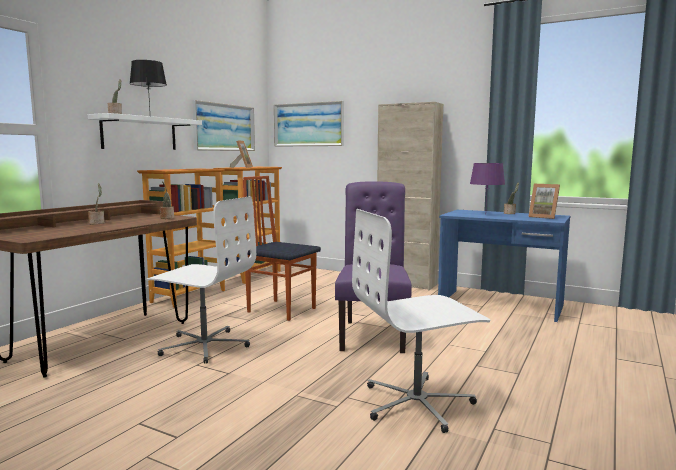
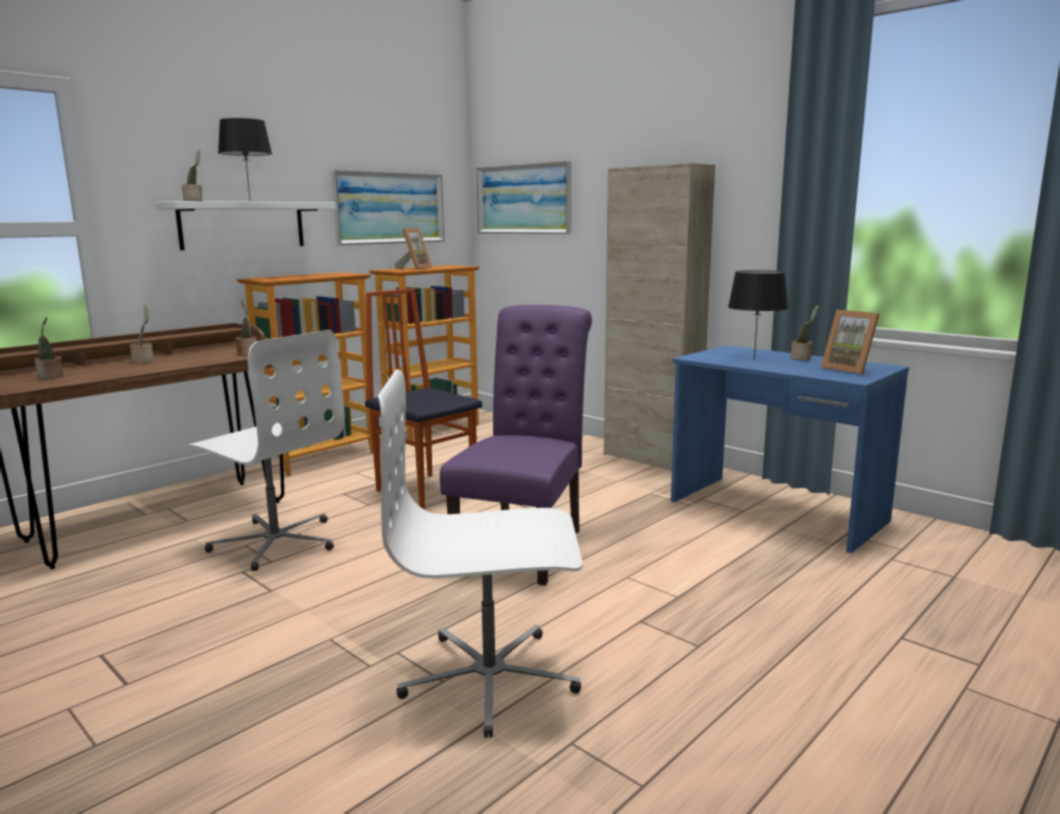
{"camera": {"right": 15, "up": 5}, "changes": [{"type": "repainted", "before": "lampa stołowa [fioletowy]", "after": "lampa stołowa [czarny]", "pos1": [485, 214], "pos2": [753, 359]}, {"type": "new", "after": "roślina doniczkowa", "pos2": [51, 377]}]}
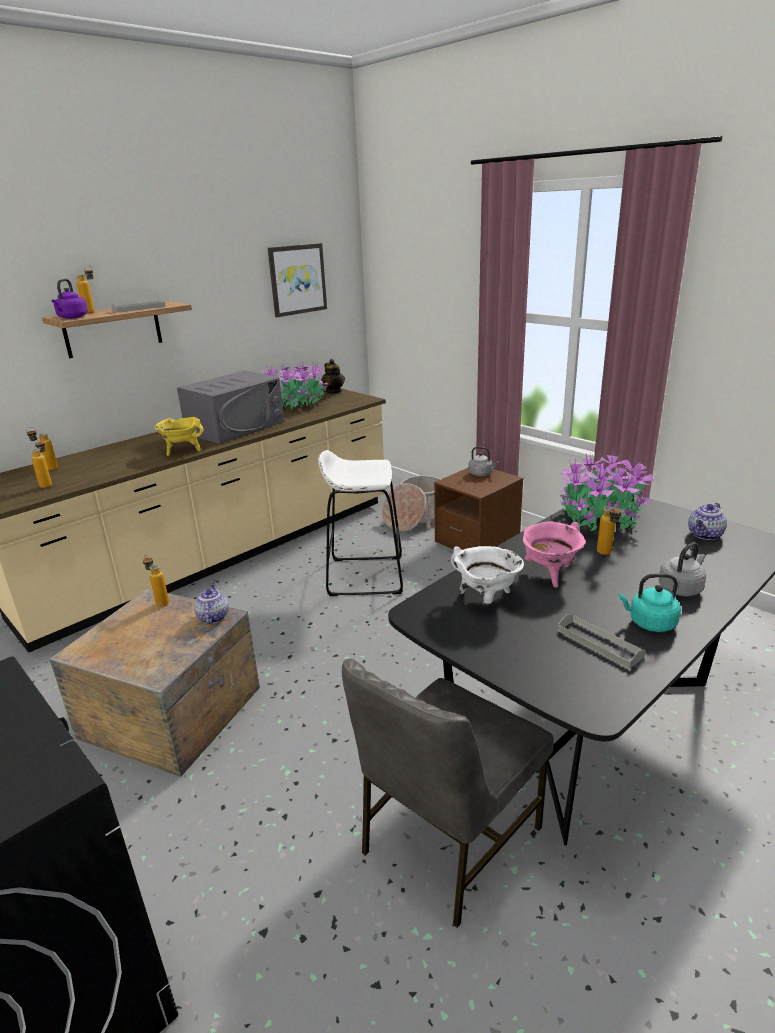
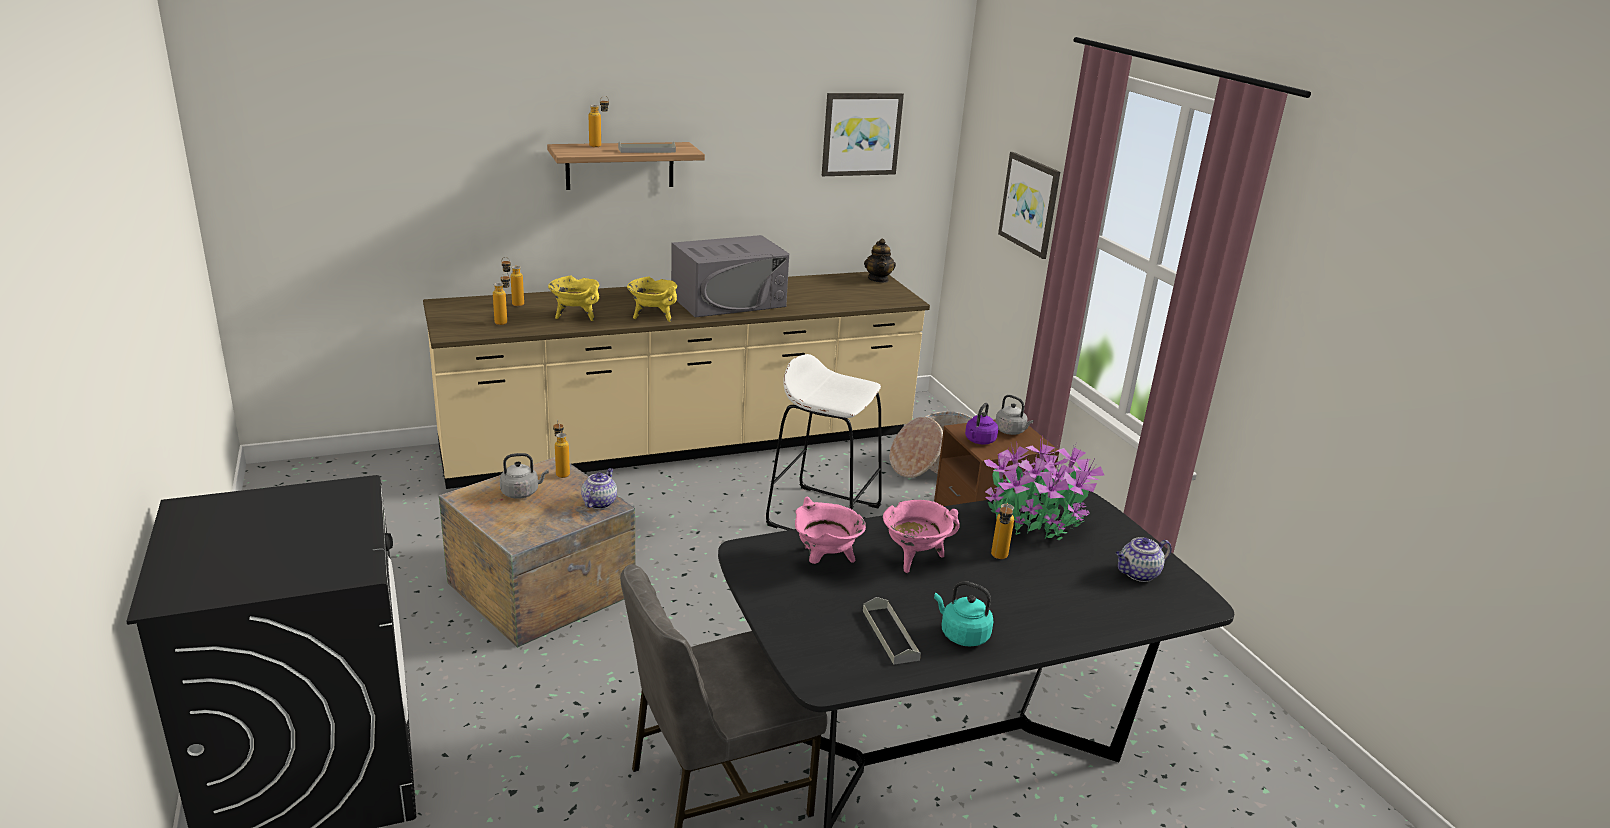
{"camera": {"right": 20, "up": 0}, "changes": [{"type": "shifted", "before": "czajnik [fioletowy]", "pos1": [72, 317], "pos2": [979, 441]}, {"type": "gone", "before": "roślina doniczkowa", "pos1": [297, 405]}, {"type": "repainted", "before": "garnek [biały]", "after": "garnek [różowy]", "pos1": [486, 599], "pos2": [825, 561]}, {"type": "shifted", "before": "czajnik [szary]", "pos1": [681, 588], "pos2": [522, 493]}, {"type": "new", "after": "garnek [żółty]", "pos2": [575, 316]}, {"type": "new", "after": "obraz", "pos2": [1030, 204]}]}
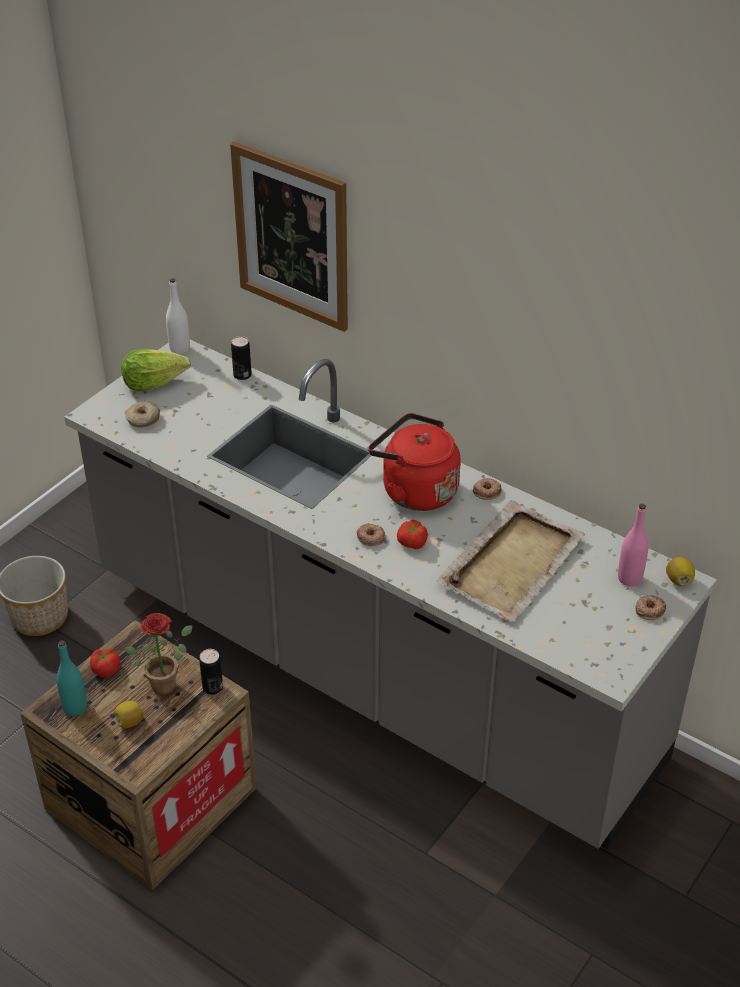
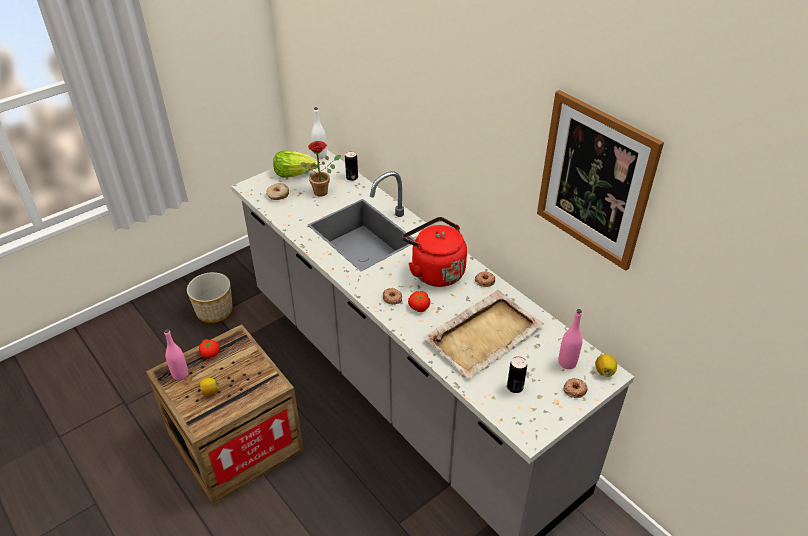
{"camera": {"right": 15, "up": 0}, "changes": [{"type": "repainted", "before": "butelka [turkusowy]", "after": "butelka [różowy]", "pos1": [75, 707], "pos2": [180, 375]}, {"type": "shifted", "before": "roślina doniczkowa", "pos1": [167, 682], "pos2": [323, 191]}, {"type": "shifted", "before": "puszka", "pos1": [212, 687], "pos2": [515, 387]}, {"type": "shifted", "before": "obraz", "pos1": [292, 236], "pos2": [595, 181]}]}
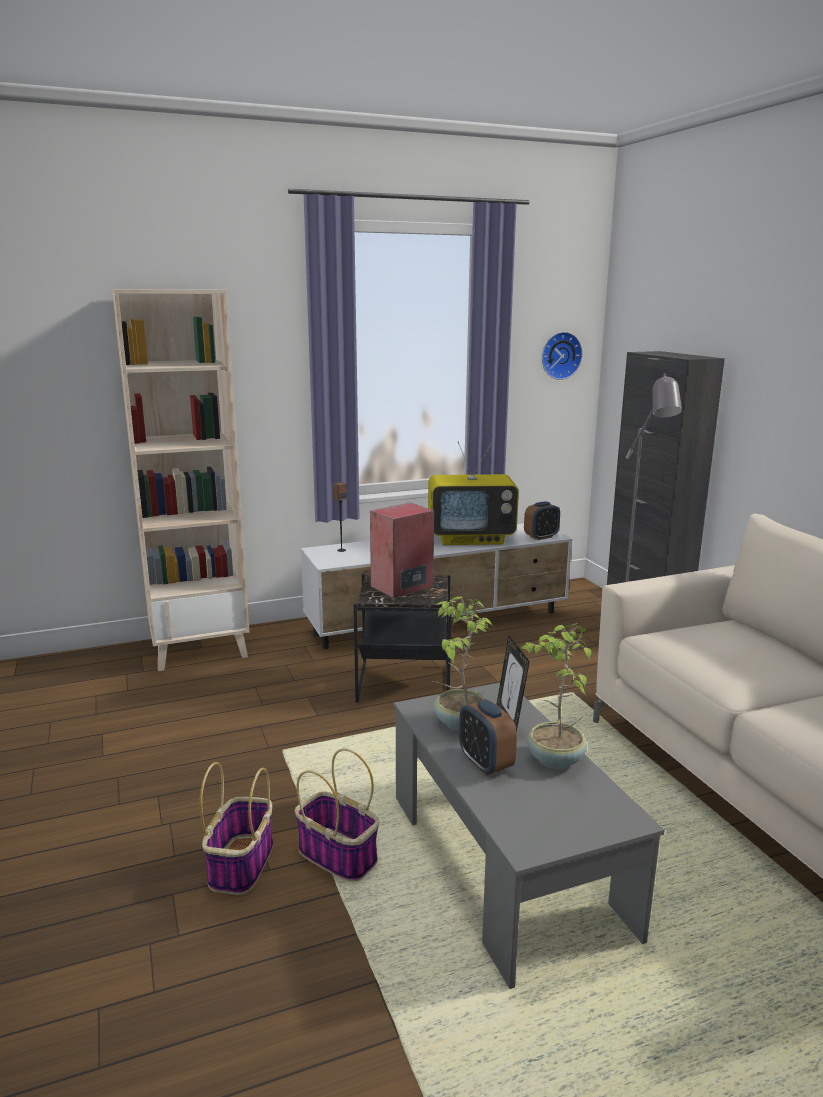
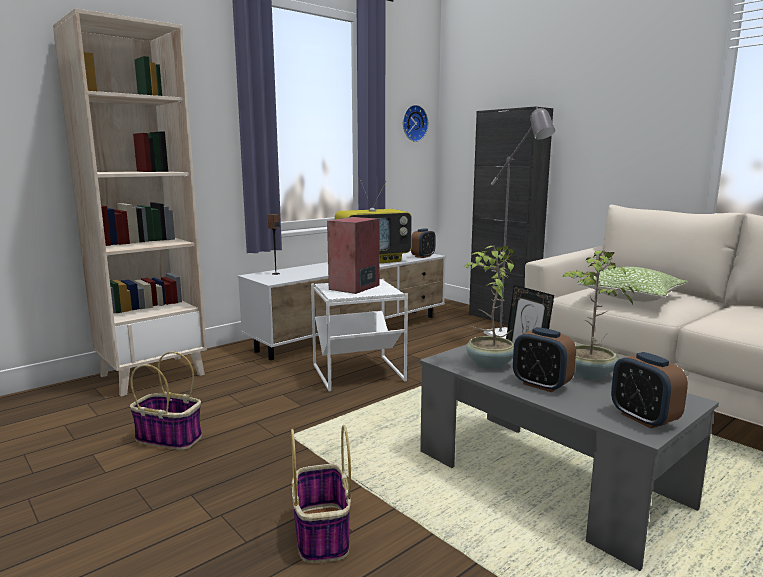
{"camera": {"right": -20, "up": -5}, "changes": [{"type": "shifted", "before": "koszyk", "pos1": [339, 856], "pos2": [170, 438]}, {"type": "repainted", "before": "stolik [czarny]", "after": "stolik [biały]", "pos1": [403, 683], "pos2": [357, 373]}, {"type": "new", "after": "poduszka", "pos2": [631, 297]}, {"type": "new", "after": "budzik", "pos2": [643, 418]}]}
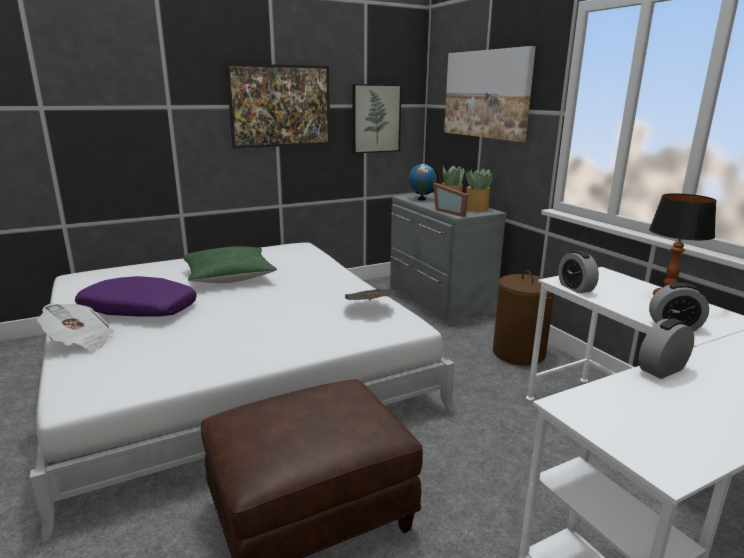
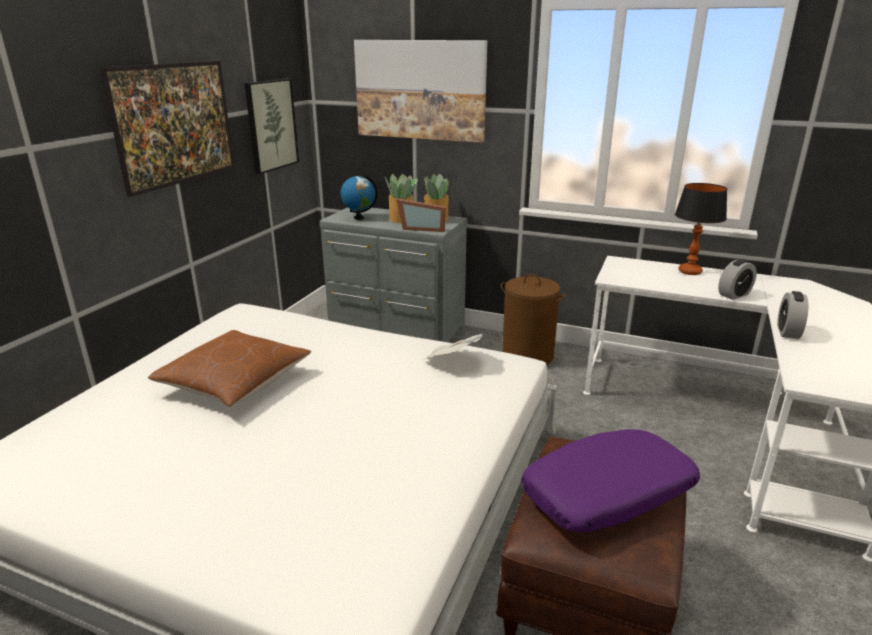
{"camera": {"right": -40, "up": 5}, "changes": [{"type": "gone", "before": "gazeta", "pos1": [80, 342]}, {"type": "shifted", "before": "poduszka [fioletowy]", "pos1": [138, 310], "pos2": [608, 494]}, {"type": "repainted", "before": "poduszka [zielony]", "after": "poduszka [brązowy]", "pos1": [229, 277], "pos2": [235, 382]}, {"type": "gone", "before": "budzik", "pos1": [575, 288]}]}
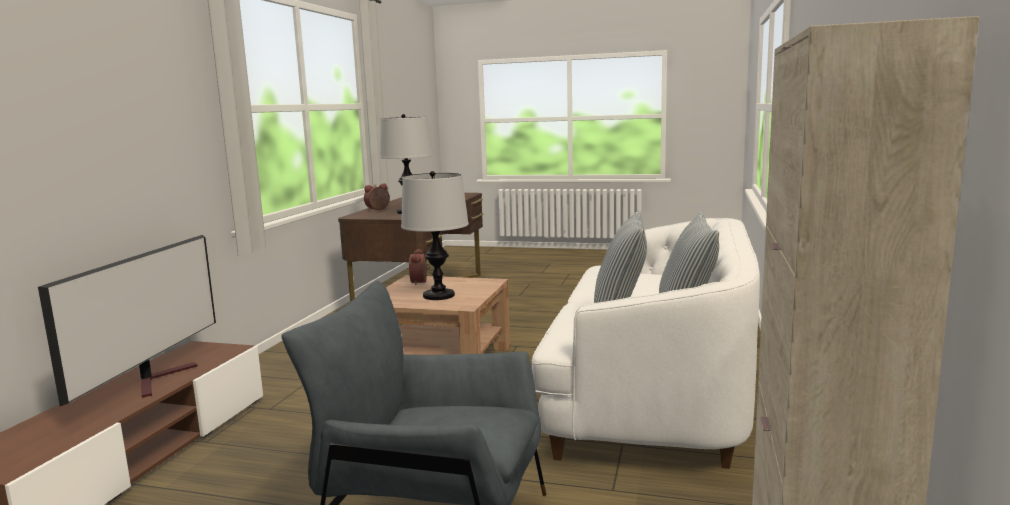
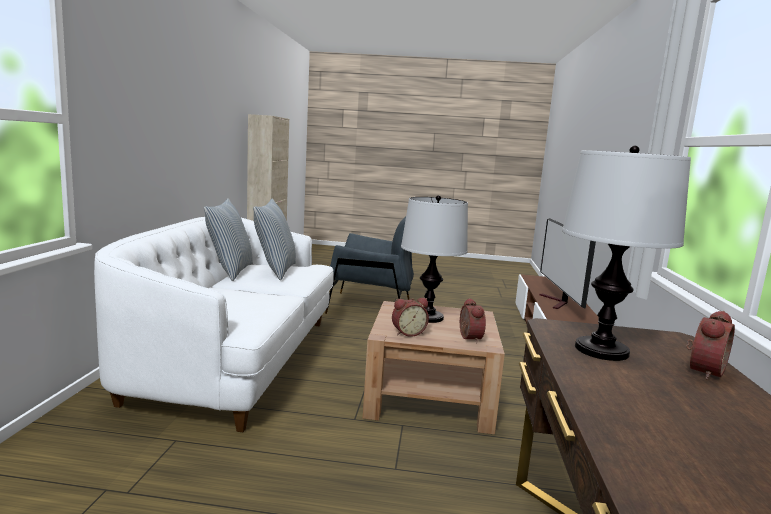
{"camera": {"right": 170, "up": 0}, "changes": [{"type": "new", "after": "budzik", "pos2": [408, 333]}]}
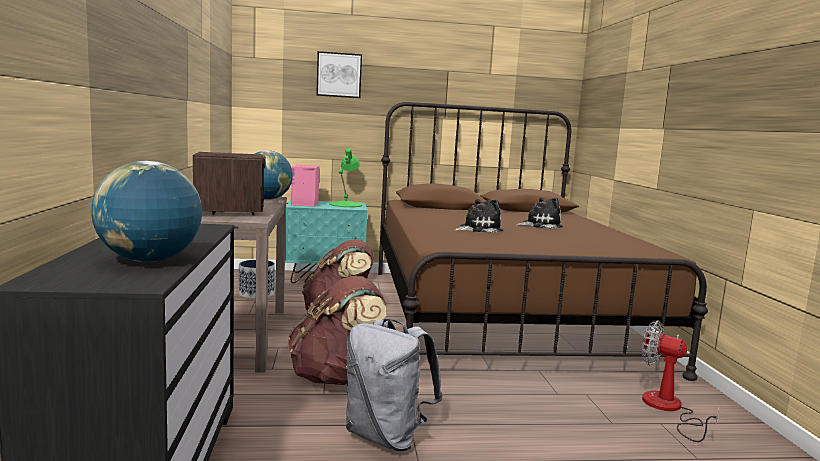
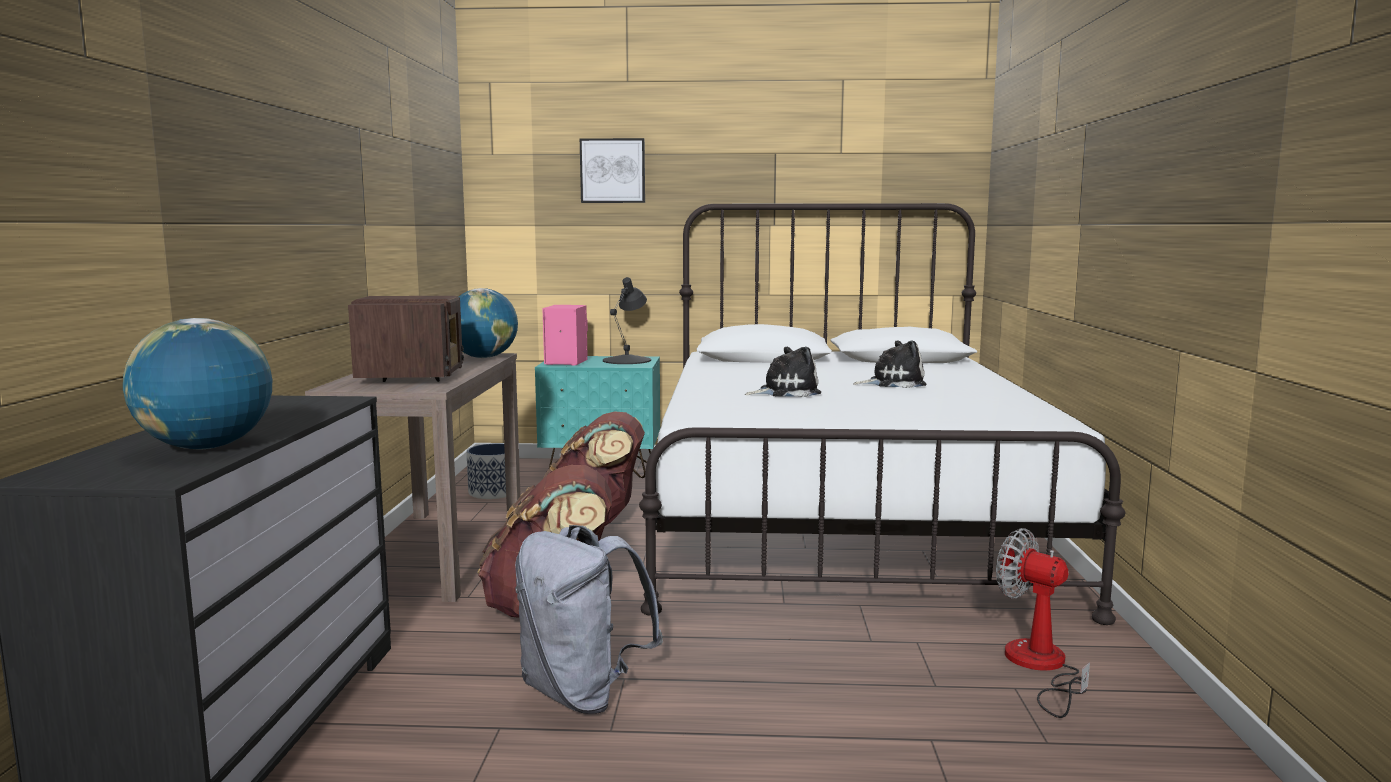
{"camera": {"right": 10, "up": 0}, "changes": [{"type": "repainted", "before": "lampa stołowa [zielony]", "after": "lampa stołowa [czarny]", "pos1": [346, 204], "pos2": [627, 360]}, {"type": "repainted", "before": "łóżko [brązowy]", "after": "łóżko [biały]", "pos1": [500, 314], "pos2": [842, 521]}]}
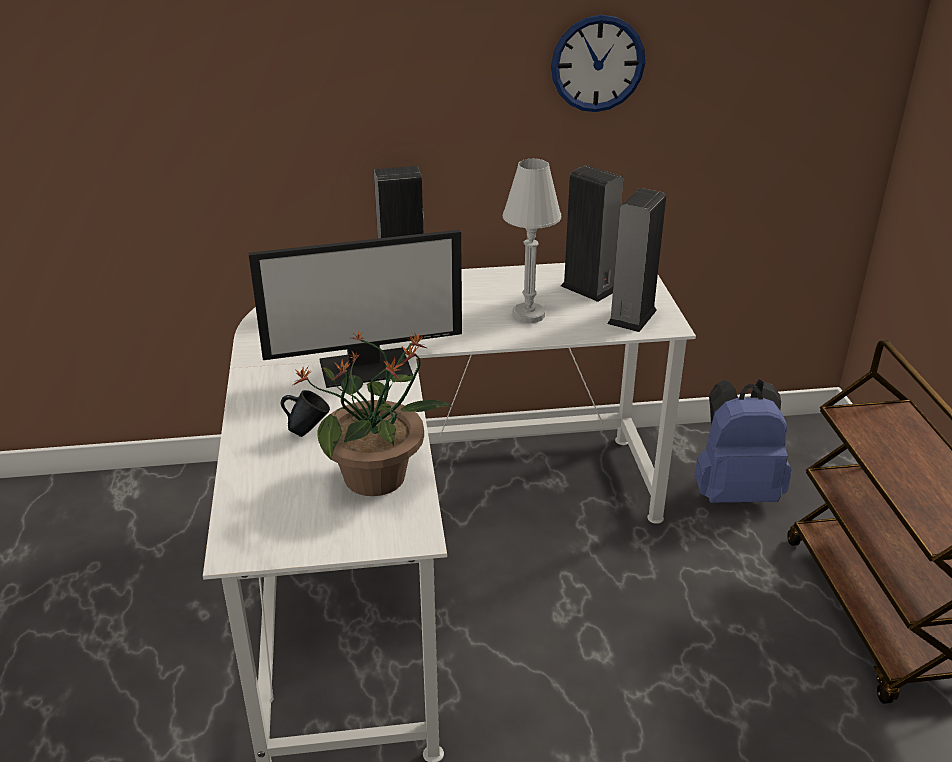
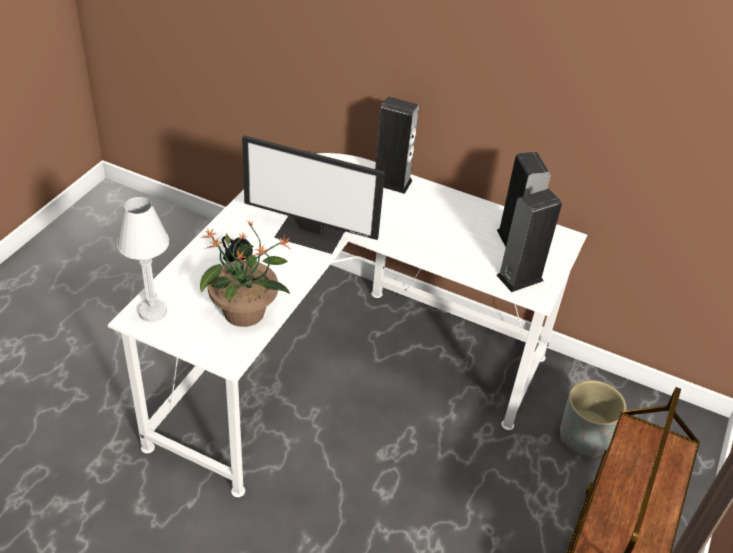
{"camera": {"right": 30, "up": 10}, "changes": [{"type": "shifted", "before": "lampa stołowa [biały]", "pos1": [528, 315], "pos2": [152, 311]}, {"type": "gone", "before": "zegar ścienny", "pos1": [597, 64]}, {"type": "swapped", "before": "plecak [niebieski]", "after": "donica [szary]", "pos1": [734, 491], "pos2": [584, 437]}]}
